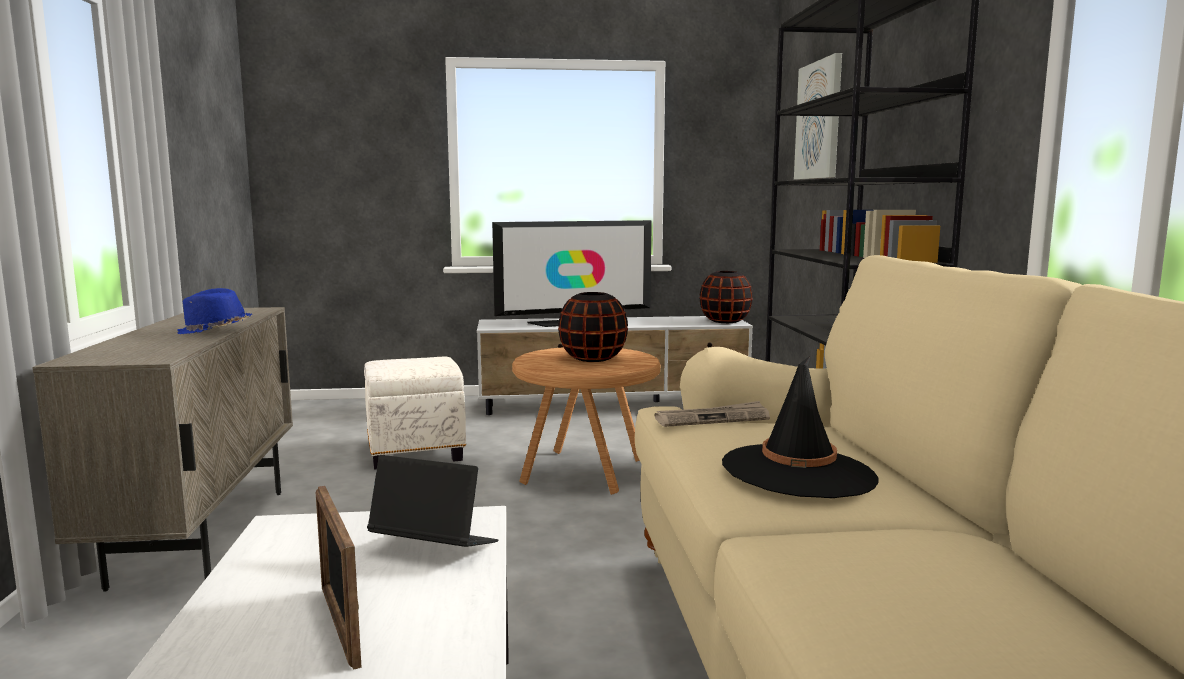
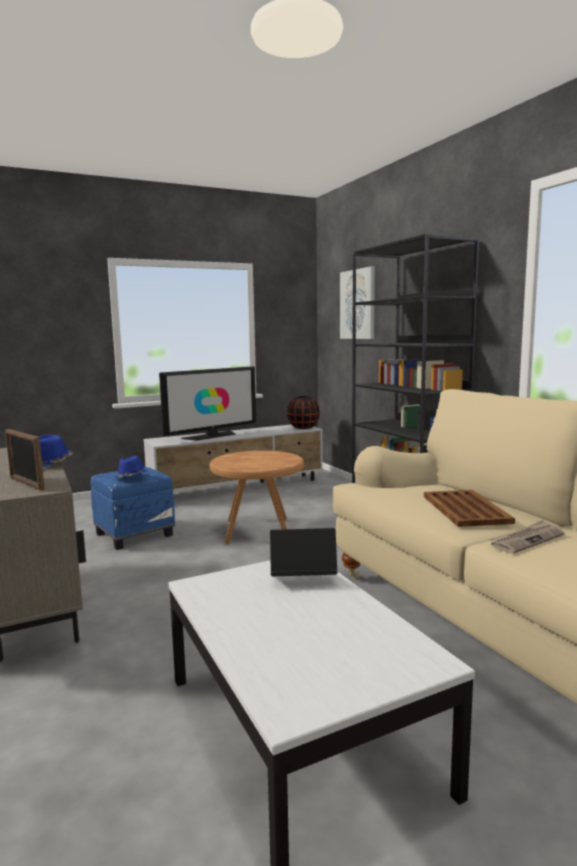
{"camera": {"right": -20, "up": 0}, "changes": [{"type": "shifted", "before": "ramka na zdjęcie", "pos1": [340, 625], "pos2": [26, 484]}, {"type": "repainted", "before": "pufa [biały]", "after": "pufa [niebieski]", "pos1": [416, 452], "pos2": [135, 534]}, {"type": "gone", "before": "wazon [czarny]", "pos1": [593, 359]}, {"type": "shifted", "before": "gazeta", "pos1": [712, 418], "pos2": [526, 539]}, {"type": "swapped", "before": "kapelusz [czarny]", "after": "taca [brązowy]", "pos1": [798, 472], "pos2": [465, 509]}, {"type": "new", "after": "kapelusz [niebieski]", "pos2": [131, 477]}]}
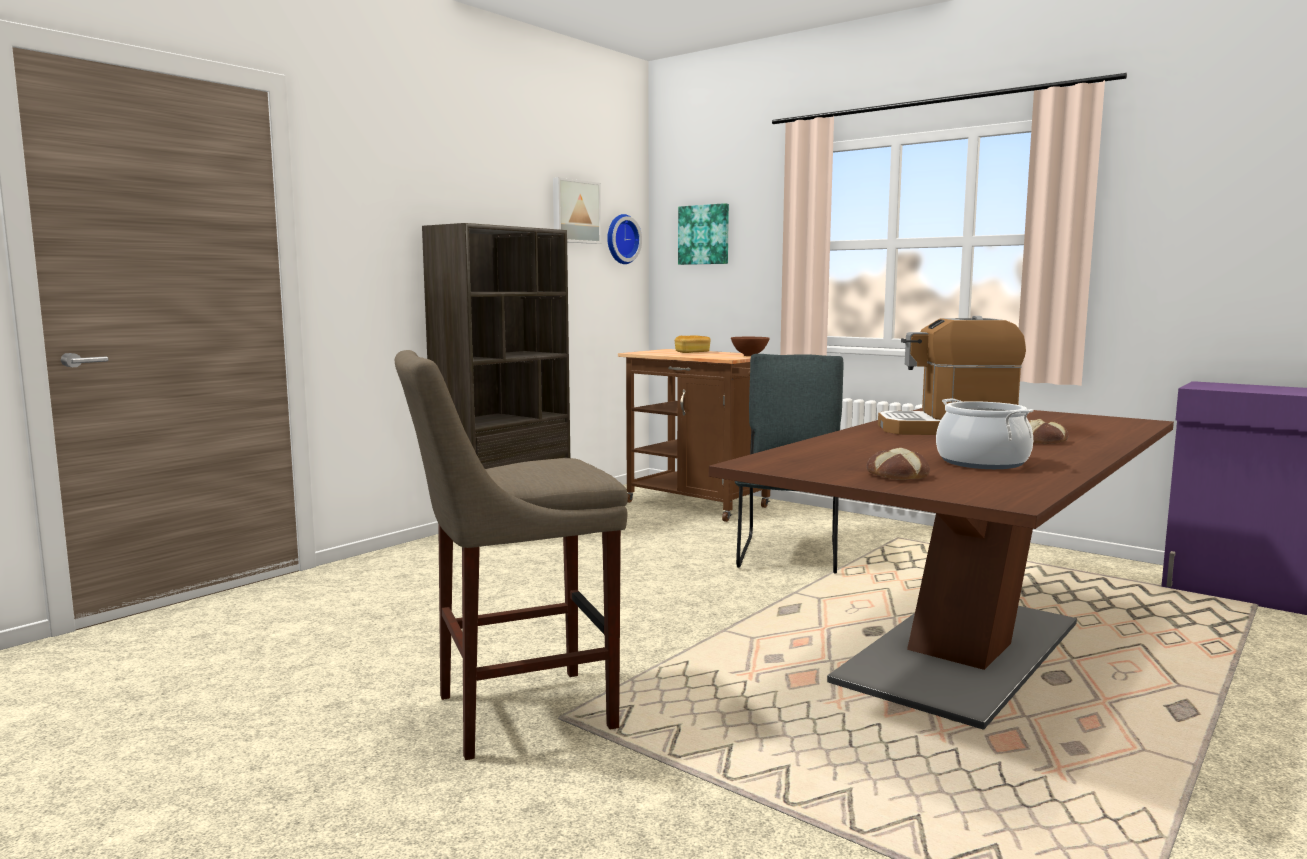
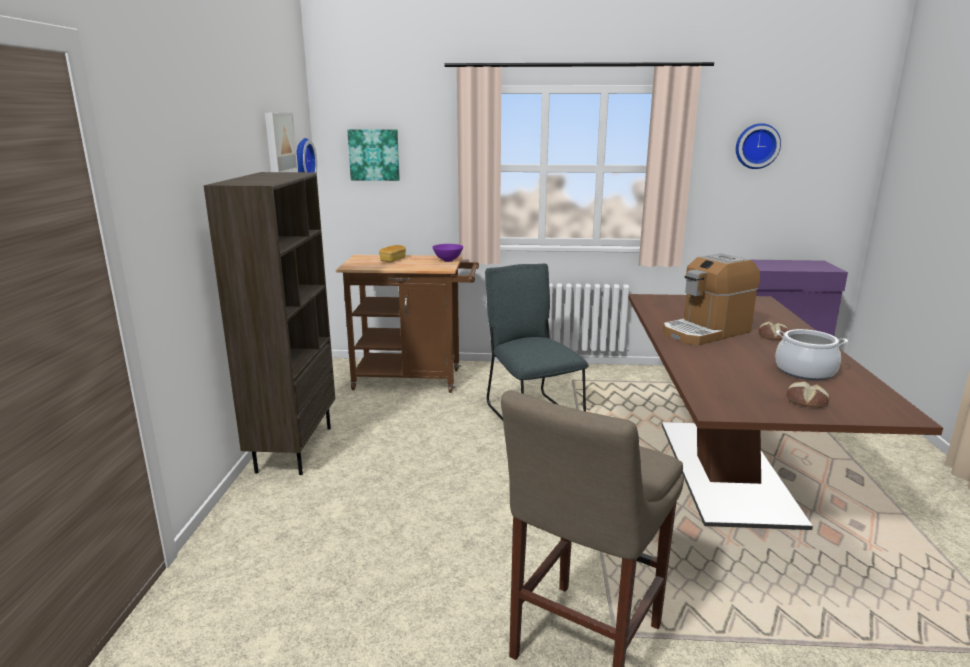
{"camera": {"right": -35, "up": 10}, "changes": [{"type": "repainted", "before": "miska [brązowy]", "after": "miska [fioletowy]", "pos1": [750, 355], "pos2": [448, 260]}, {"type": "new", "after": "zegar ścienny", "pos2": [756, 146]}]}
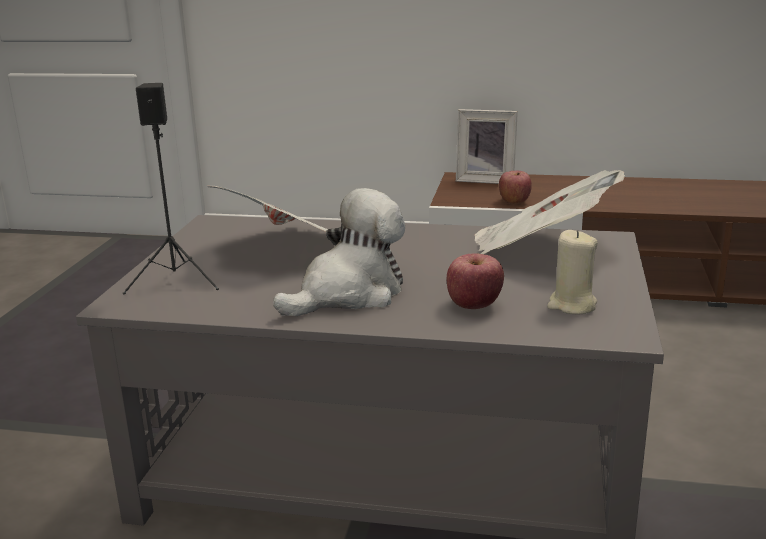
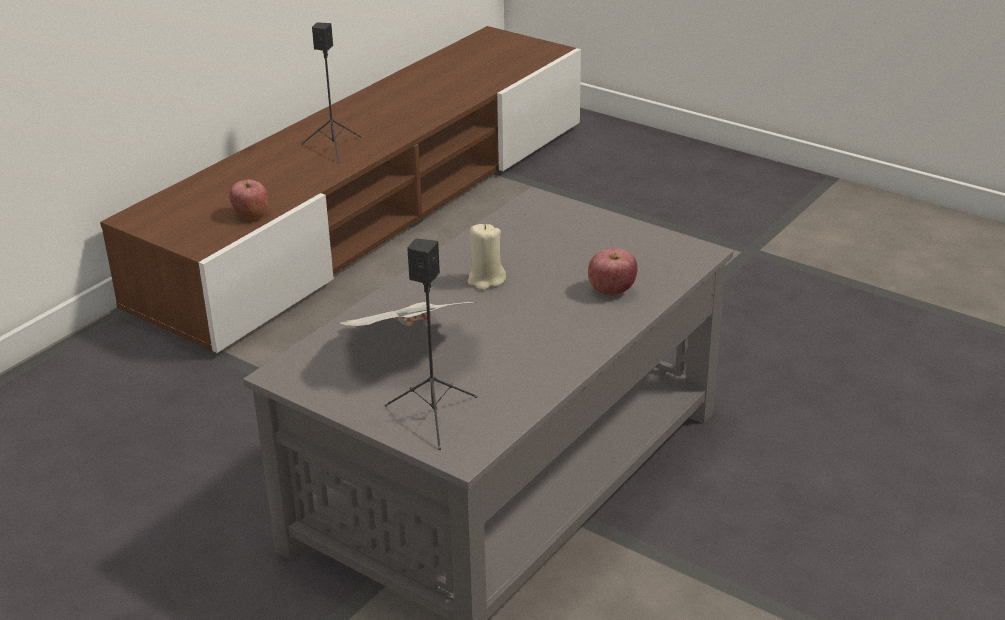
{"camera": {"right": -65, "up": 10}, "changes": [{"type": "gone", "before": "pluszak", "pos1": [349, 294]}, {"type": "gone", "before": "ramka na zdjęcie", "pos1": [486, 180]}, {"type": "gone", "before": "gazeta", "pos1": [539, 249]}, {"type": "shifted", "before": "świeca [beżowy]", "pos1": [571, 305], "pos2": [486, 280]}, {"type": "new", "after": "głośnik [czarny]", "pos2": [334, 147]}]}
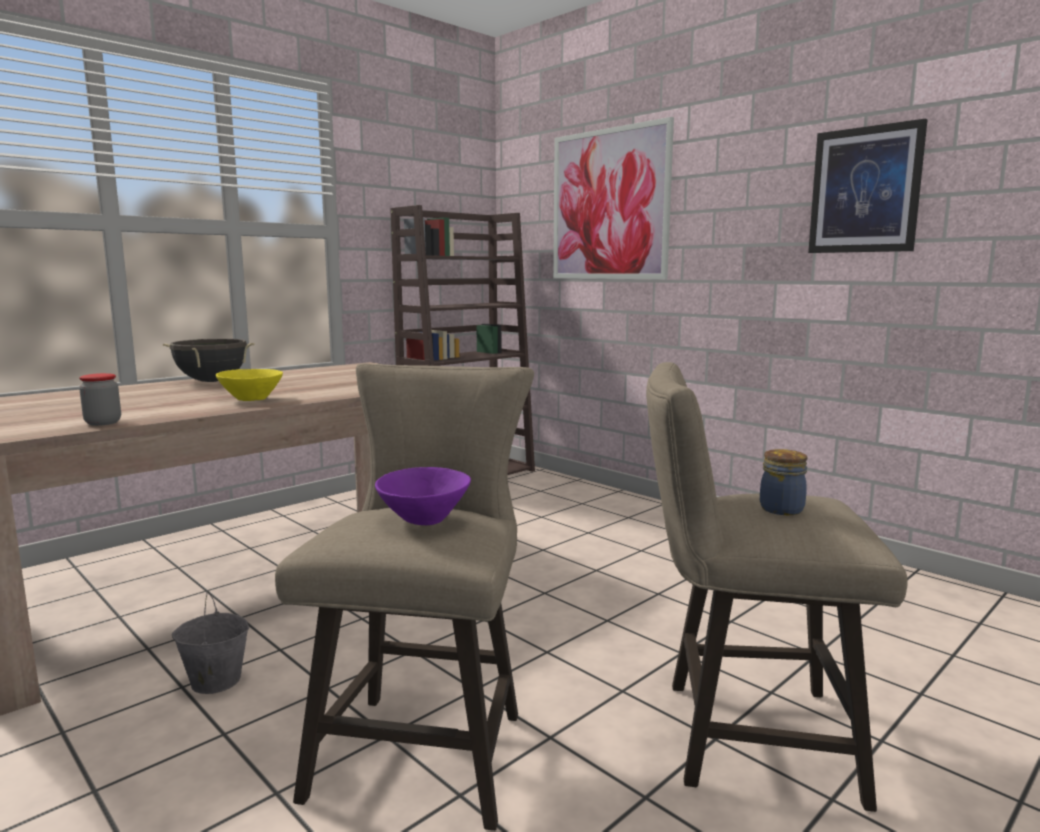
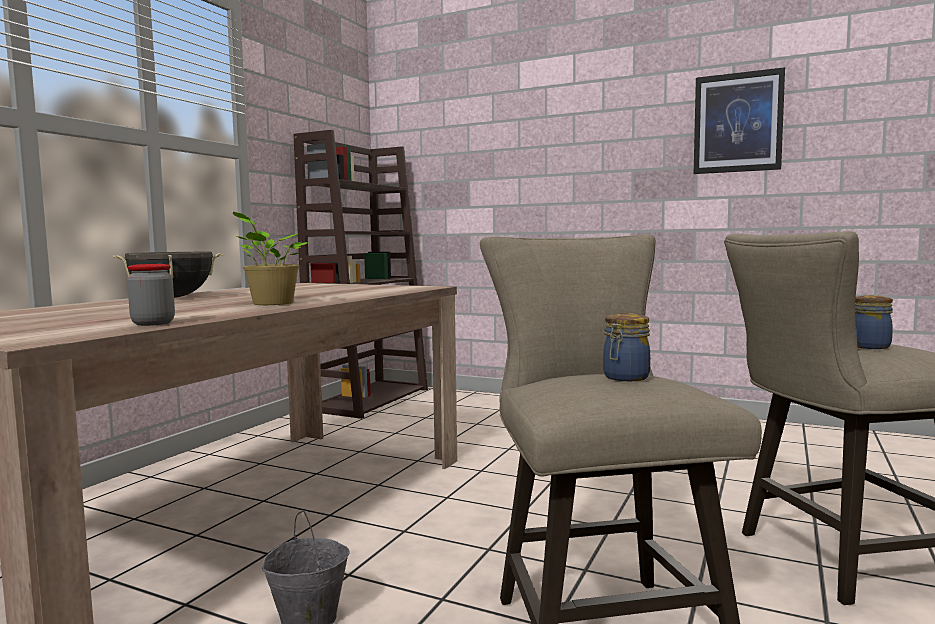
{"camera": {"right": -20, "up": -5}, "changes": [{"type": "swapped", "before": "miska [żółty]", "after": "roślina doniczkowa", "pos1": [252, 399], "pos2": [270, 303]}, {"type": "swapped", "before": "miska [fioletowy]", "after": "słoik", "pos1": [423, 519], "pos2": [625, 377]}, {"type": "gone", "before": "obraz", "pos1": [609, 205]}]}
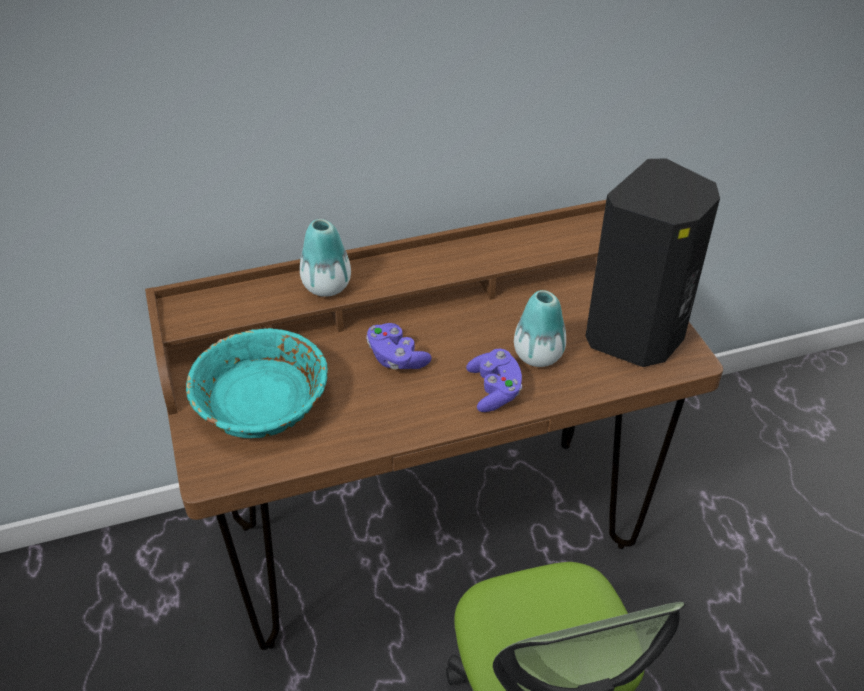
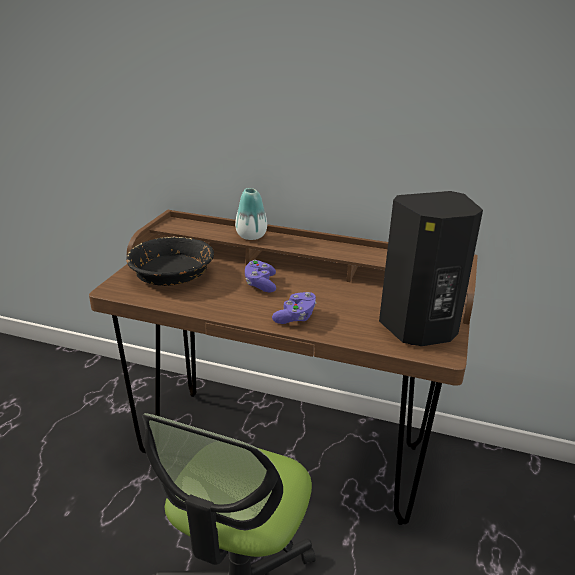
{"camera": {"right": 35, "up": -15}, "changes": [{"type": "repainted", "before": "miska [turkusowy]", "after": "miska [czarny]", "pos1": [261, 401], "pos2": [172, 274]}, {"type": "gone", "before": "wazon", "pos1": [538, 355]}]}
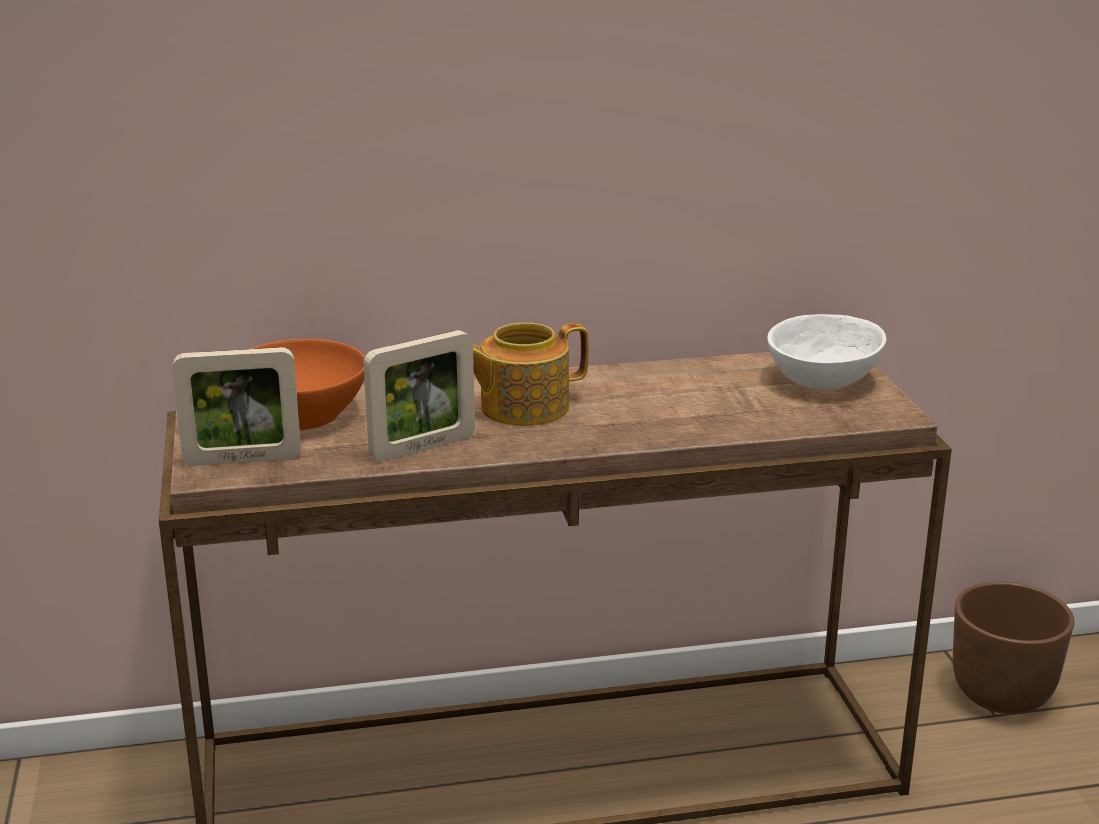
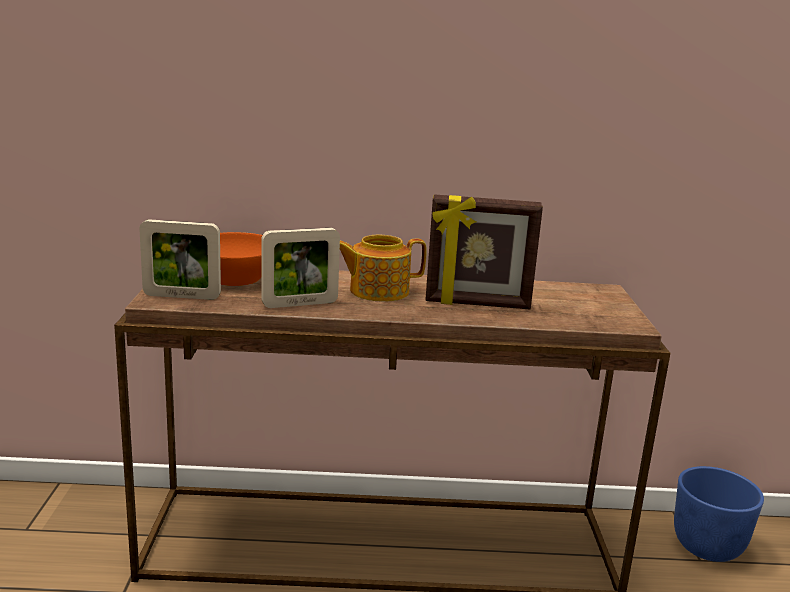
{"camera": {"right": 10, "up": -5}, "changes": [{"type": "gone", "before": "miska [biały]", "pos1": [823, 380]}, {"type": "repainted", "before": "donica [brązowy]", "after": "donica [niebieski]", "pos1": [1002, 696], "pos2": [708, 548]}, {"type": "new", "after": "ramka na zdjęcie", "pos2": [477, 304]}]}
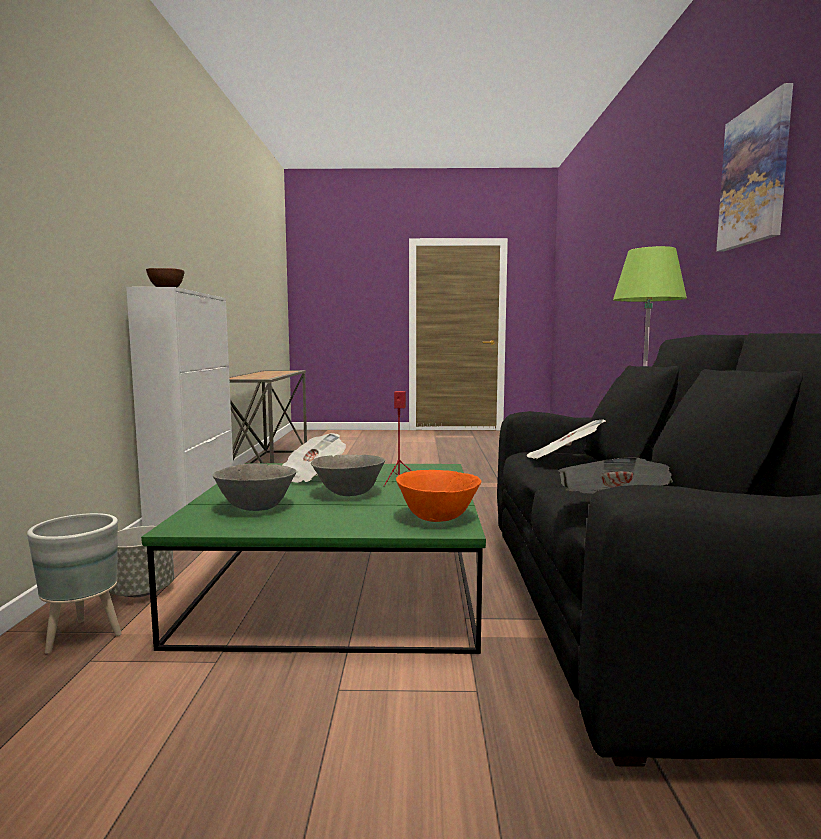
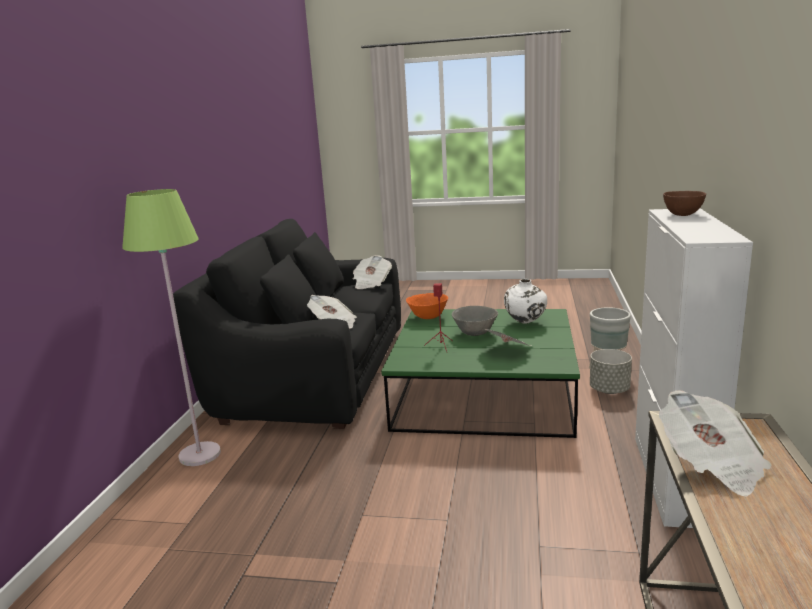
{"camera": {"right": -170, "up": 10}, "changes": [{"type": "swapped", "before": "miska [szary]", "after": "wazon [biały]", "pos1": [256, 508], "pos2": [525, 323]}, {"type": "gone", "before": "obraz", "pos1": [755, 175]}, {"type": "new", "after": "gazeta", "pos2": [712, 465]}]}
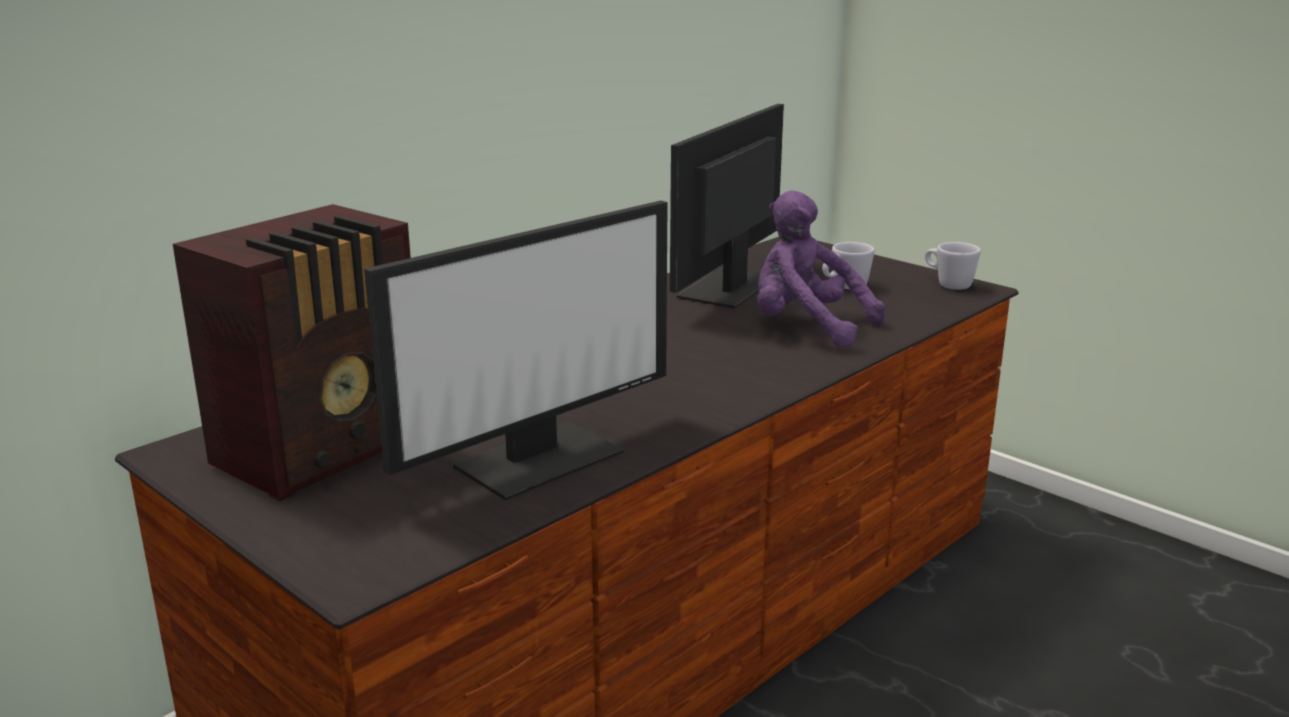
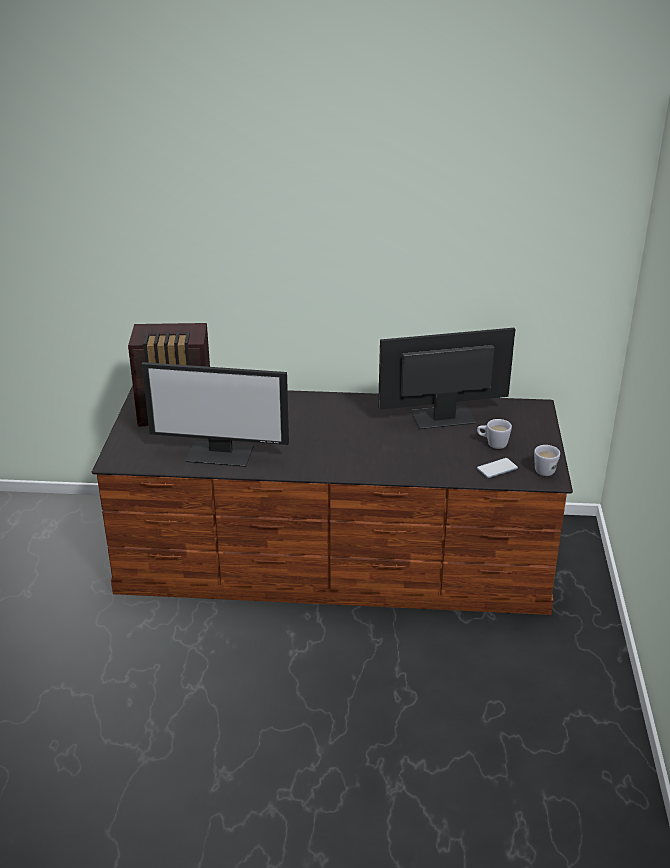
{"camera": {"right": 50, "up": 10}, "changes": [{"type": "gone", "before": "pluszak [fioletowy]", "pos1": [806, 327]}, {"type": "new", "after": "telefon", "pos2": [497, 469]}]}
